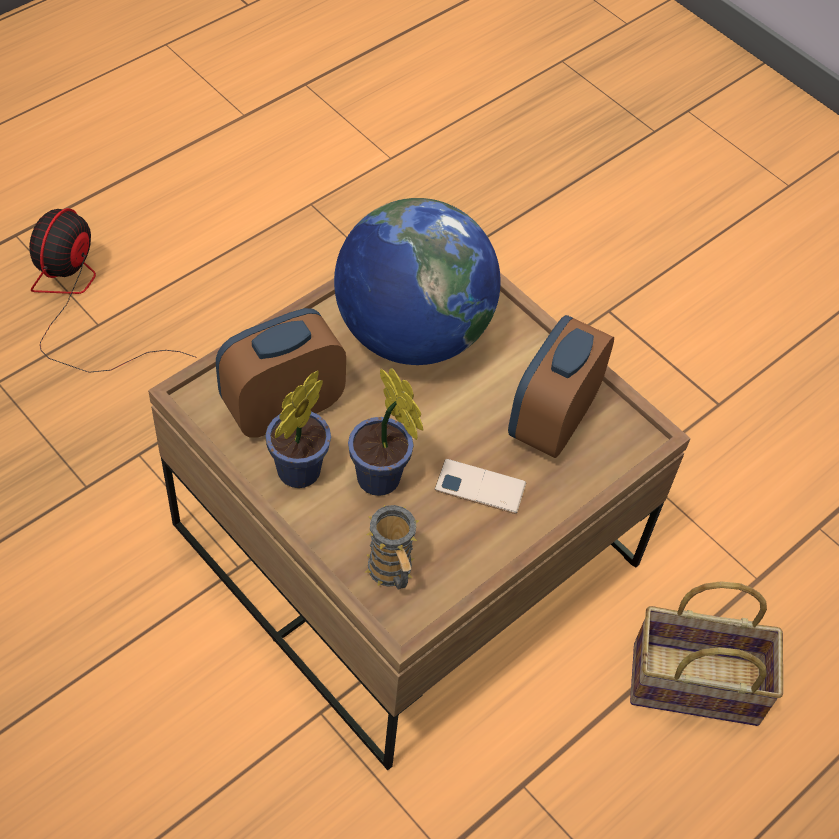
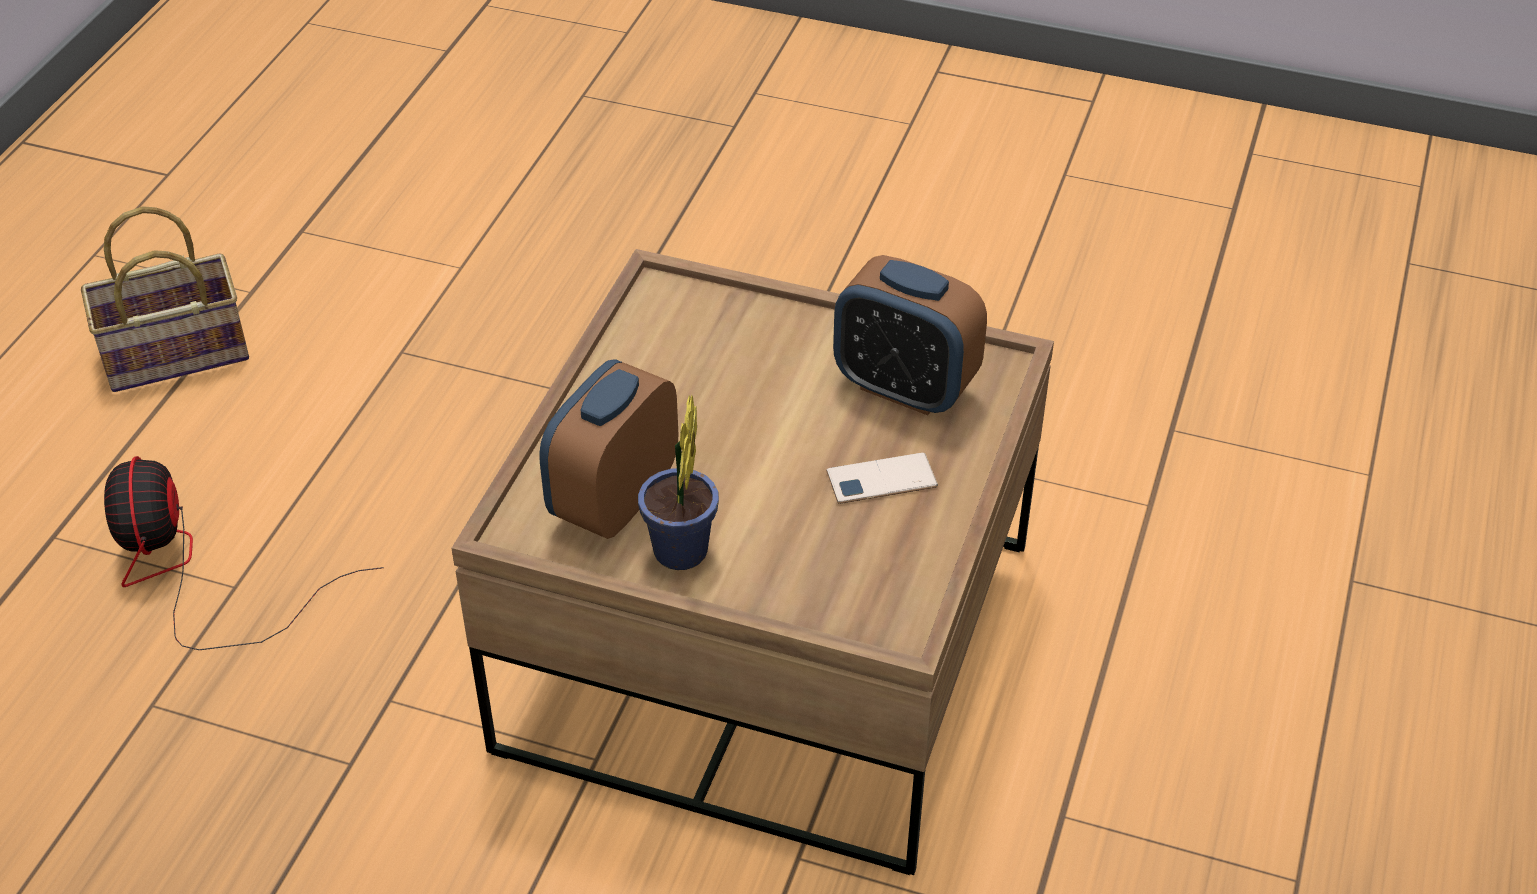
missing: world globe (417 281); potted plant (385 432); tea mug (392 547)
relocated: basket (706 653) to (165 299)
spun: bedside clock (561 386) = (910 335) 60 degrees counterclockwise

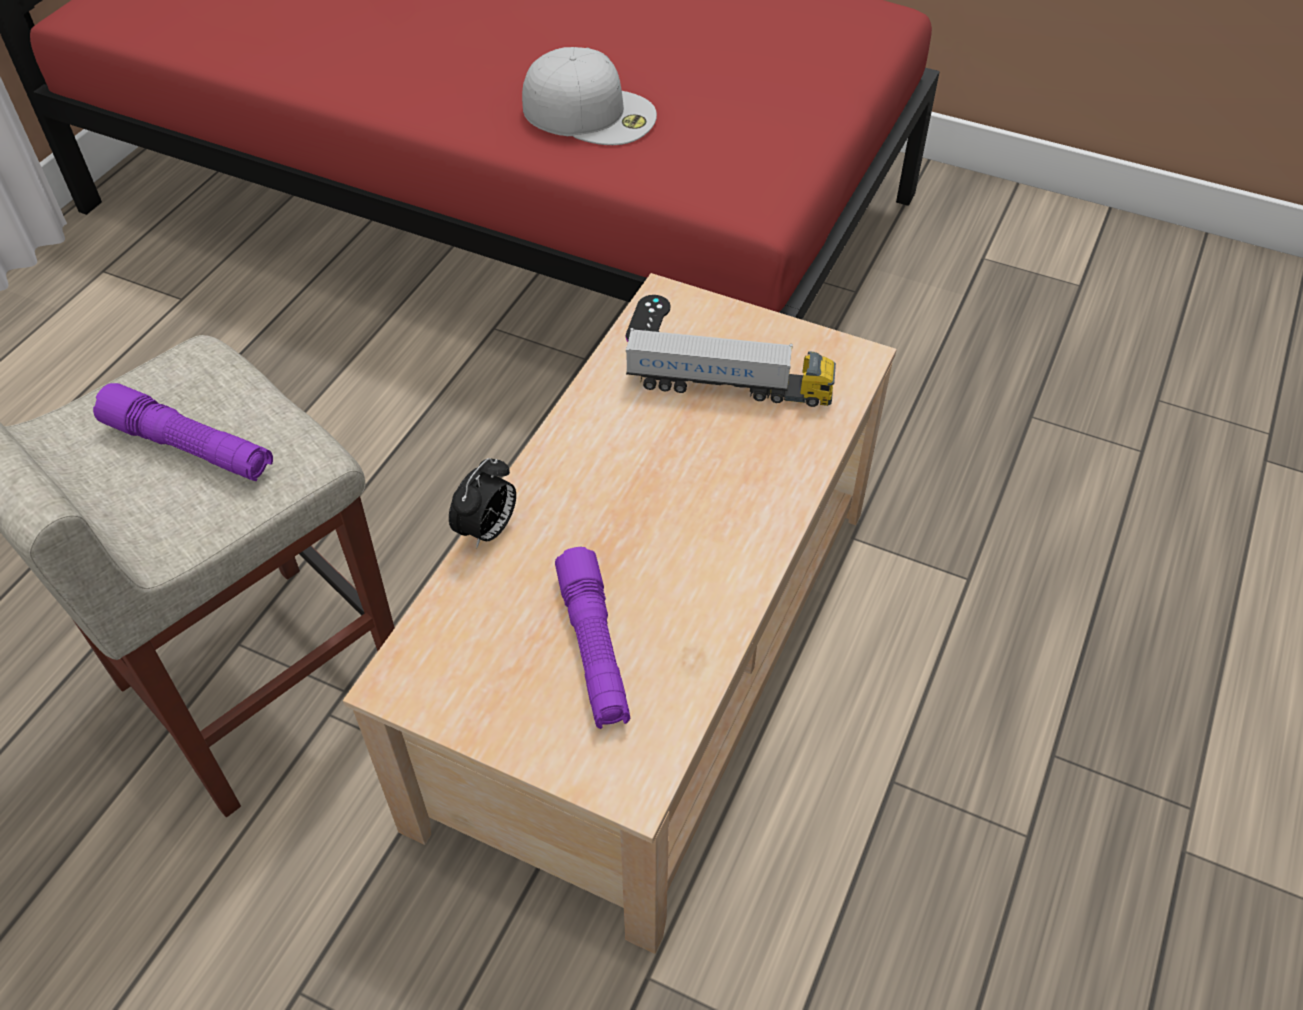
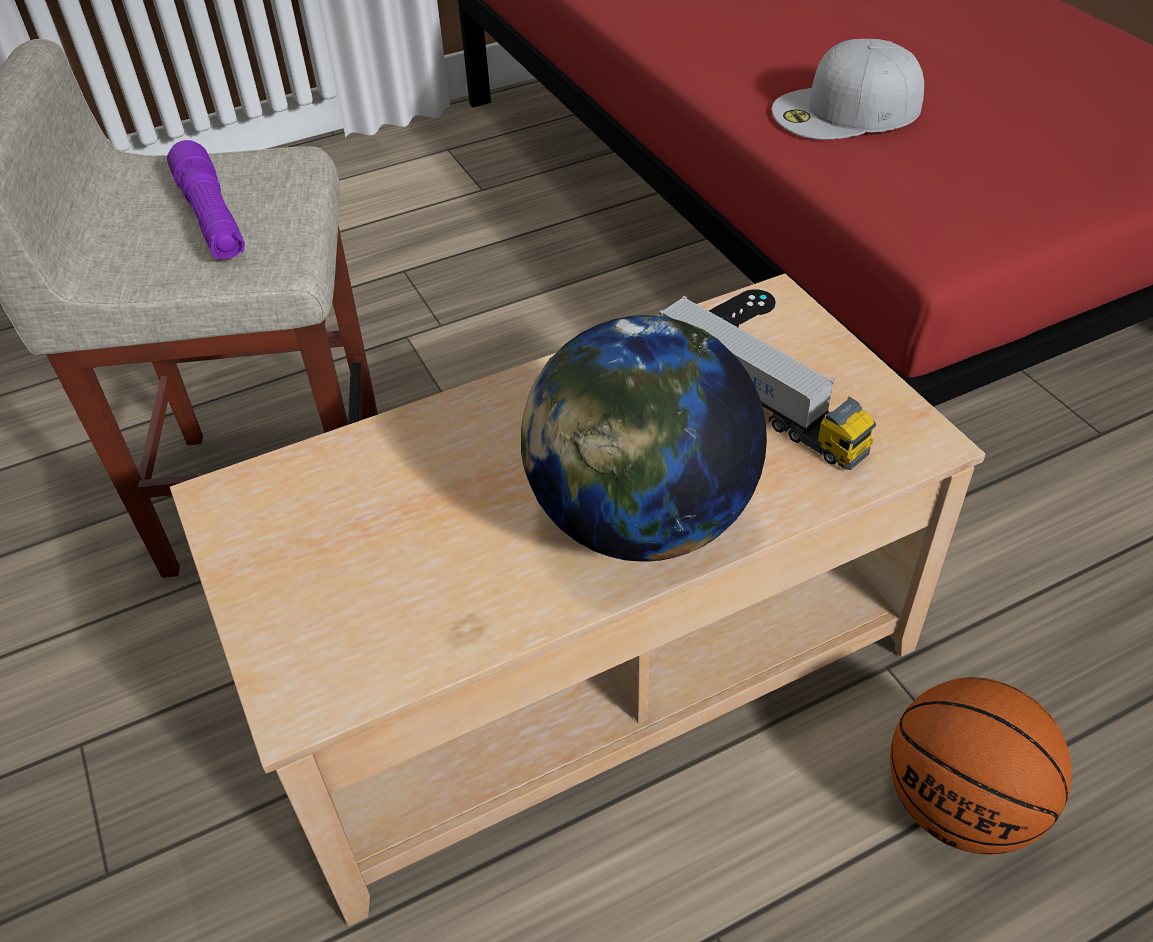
missing: bedside clock (482 503); flashlight in purplish (592 638)
appeared: world globe (644 438); ball for basketball (981 766)
spun: peaked cap in white-coloured (589 96) = (848 89) 105 degrees clockwise

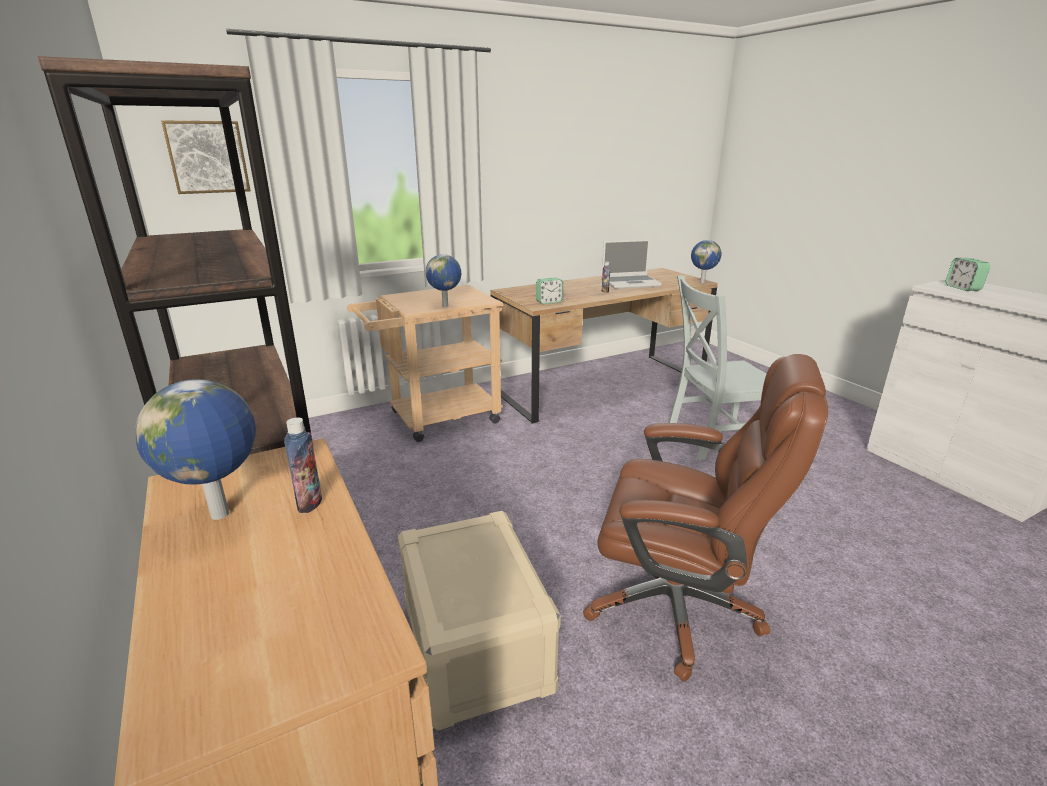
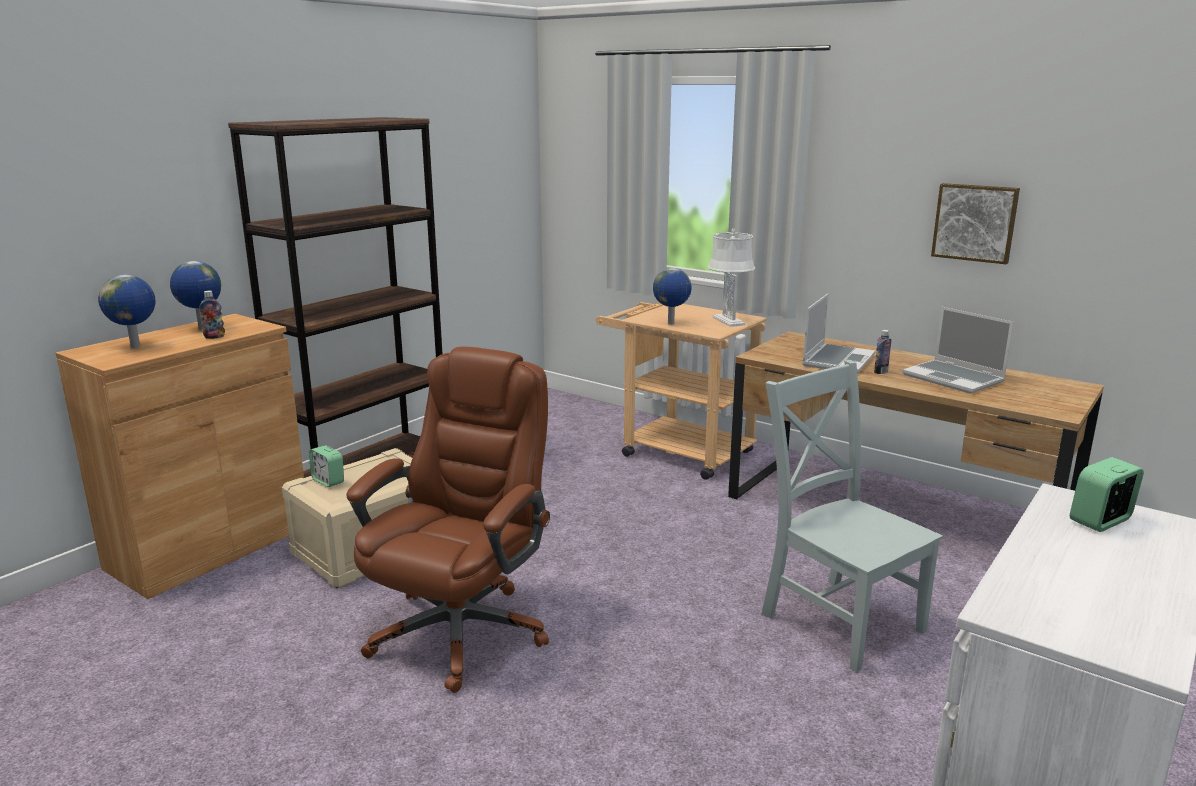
appeared: tabletop lamp in white-coloured (731 277); portable computer (839 333)
relocated: picture (206 157) to (975 223); bedside clock (549 291) to (326 466); world globe (706 261) to (127 311)
spun: office chair in brownish (705 518) = (448 520) 150 degrees counterclockwise

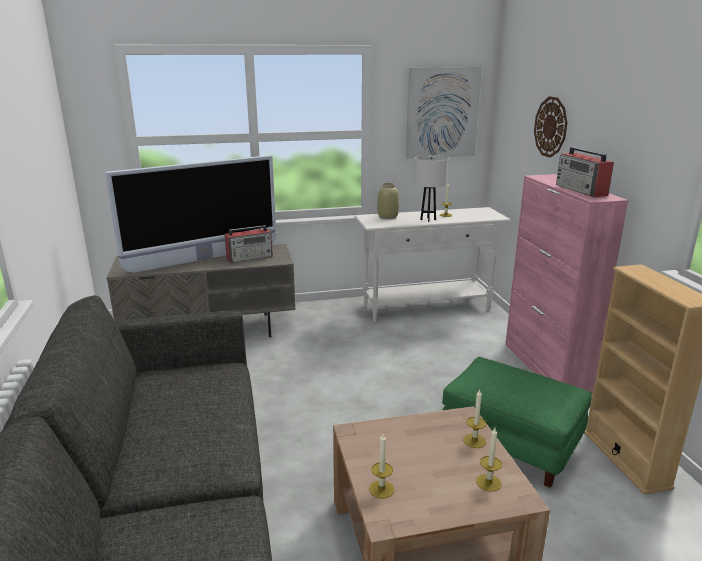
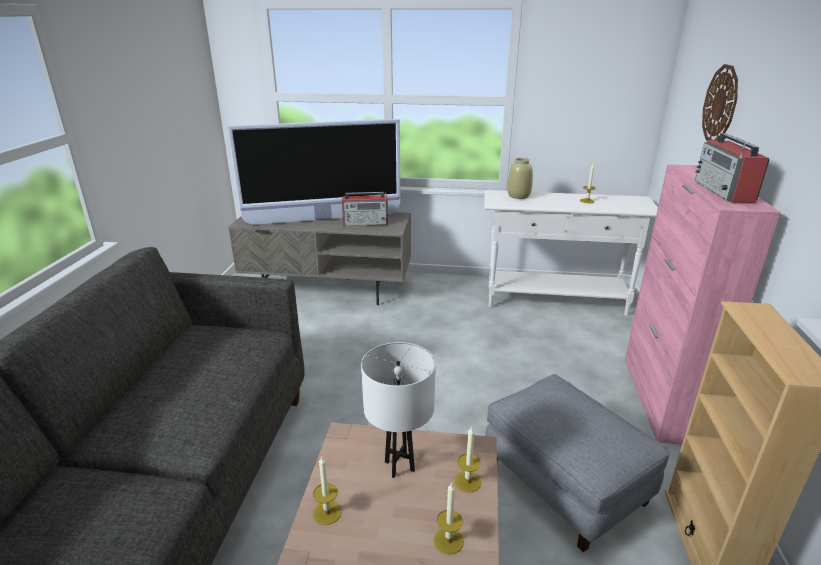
missing: picture (444 113)
relocated: tabletop lamp in white-coloured (431 188) to (398 410)
colour: footrest in greenish (517 422) to footrest in grey (577 463)

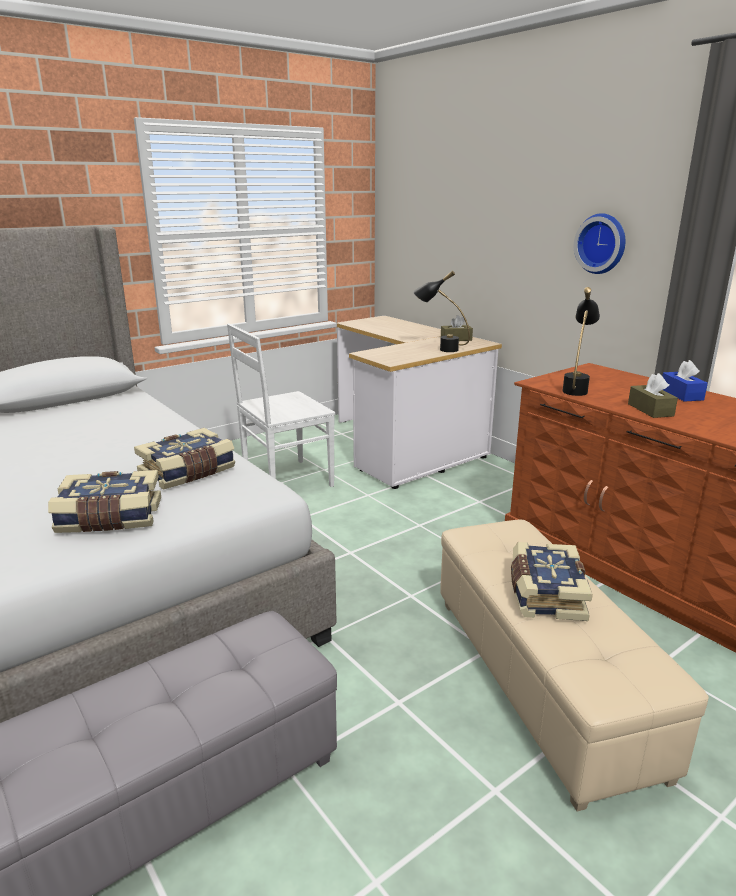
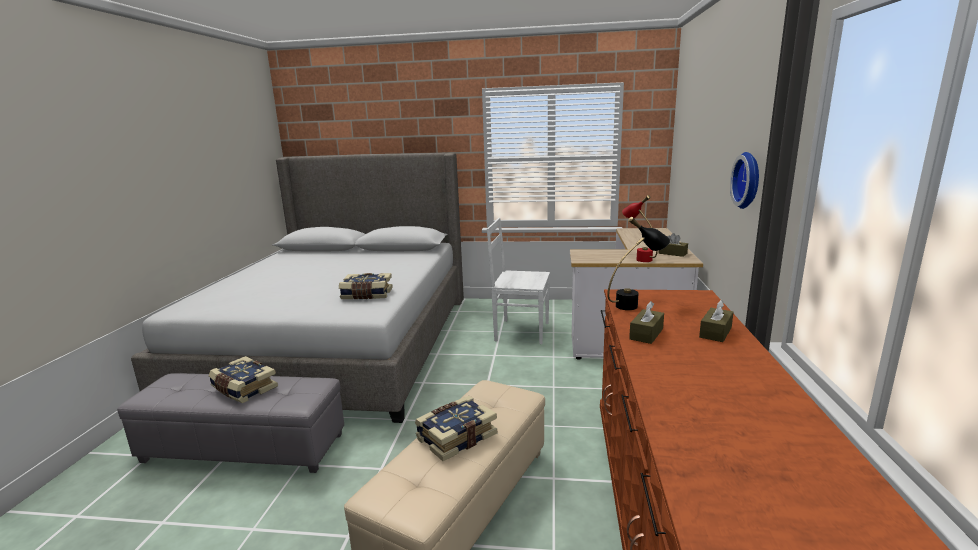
relocated: bound book (104 501) to (243 379)
colour: tabletop lamp in black-coloured (441 311) to tabletop lamp in reddish (640 228); tissue box in bluish (685 381) to tissue box in brownish (716 321)

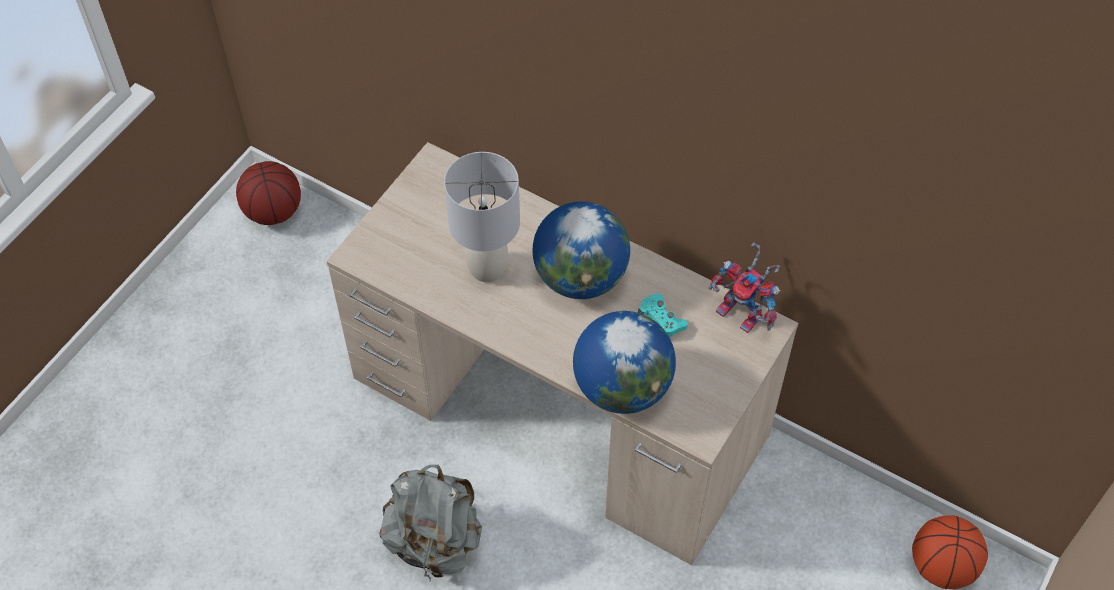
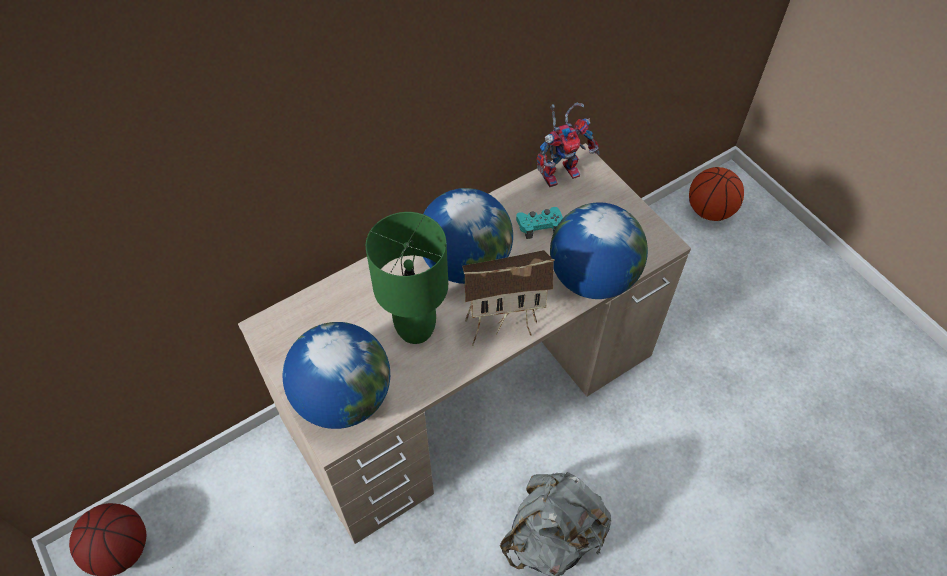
appeared: world globe (336 375); miniature house (508 298)
colour: tabletop lamp in grey (482 217) to tabletop lamp in greenish (407 278)

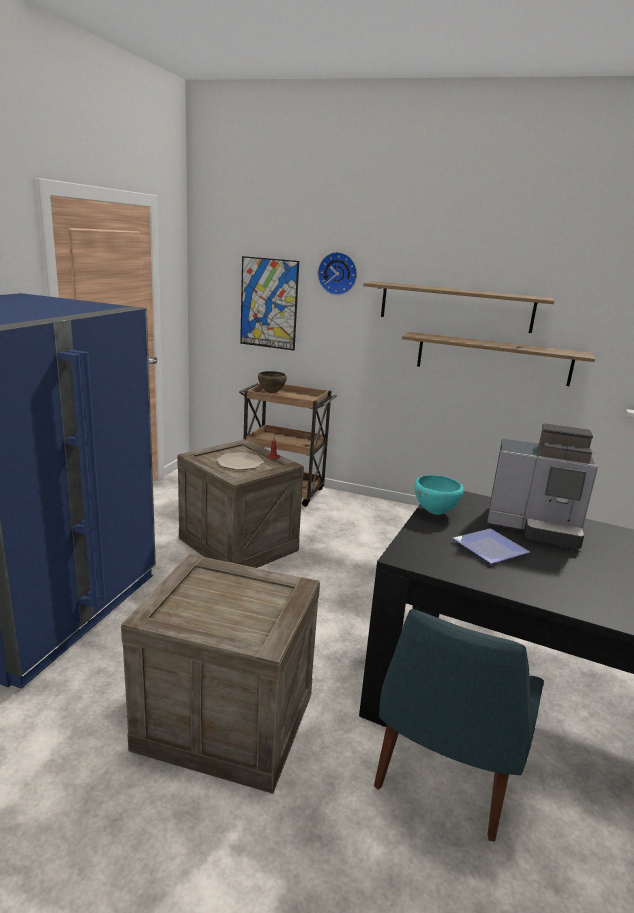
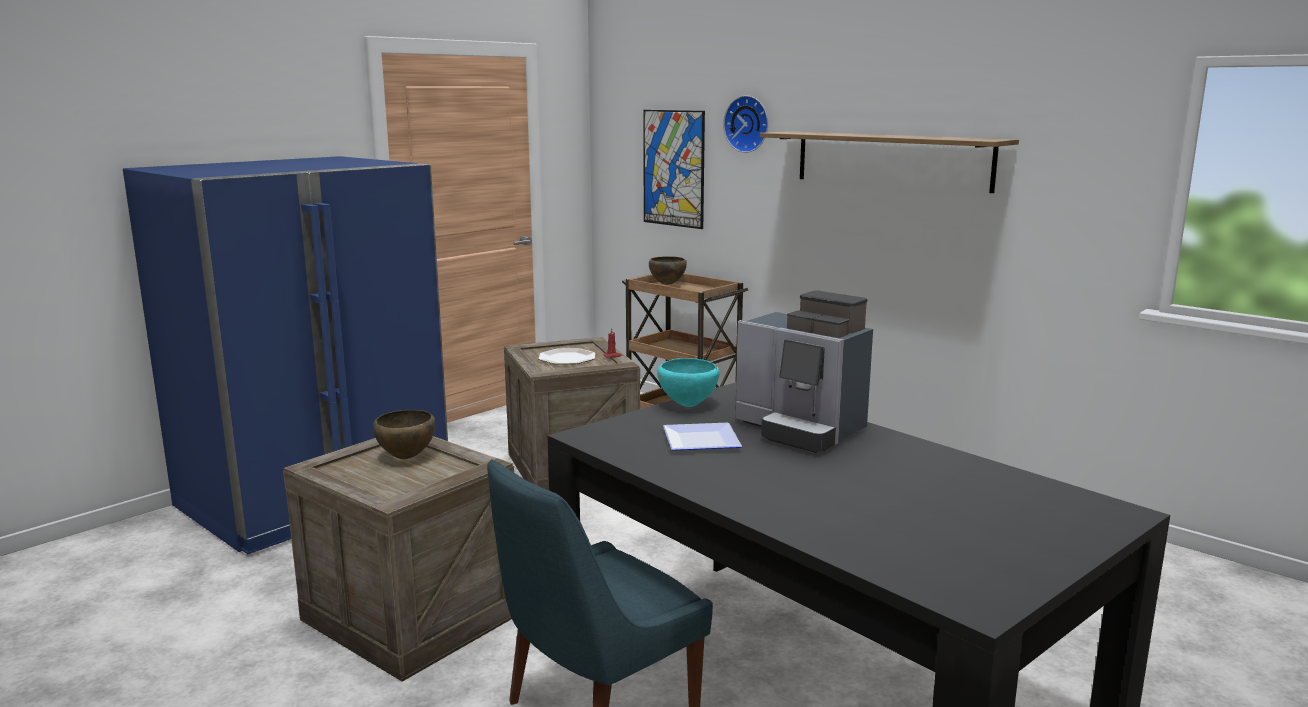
missing: shelf (498 359)
appeared: deep dish in brownish (404 434)

